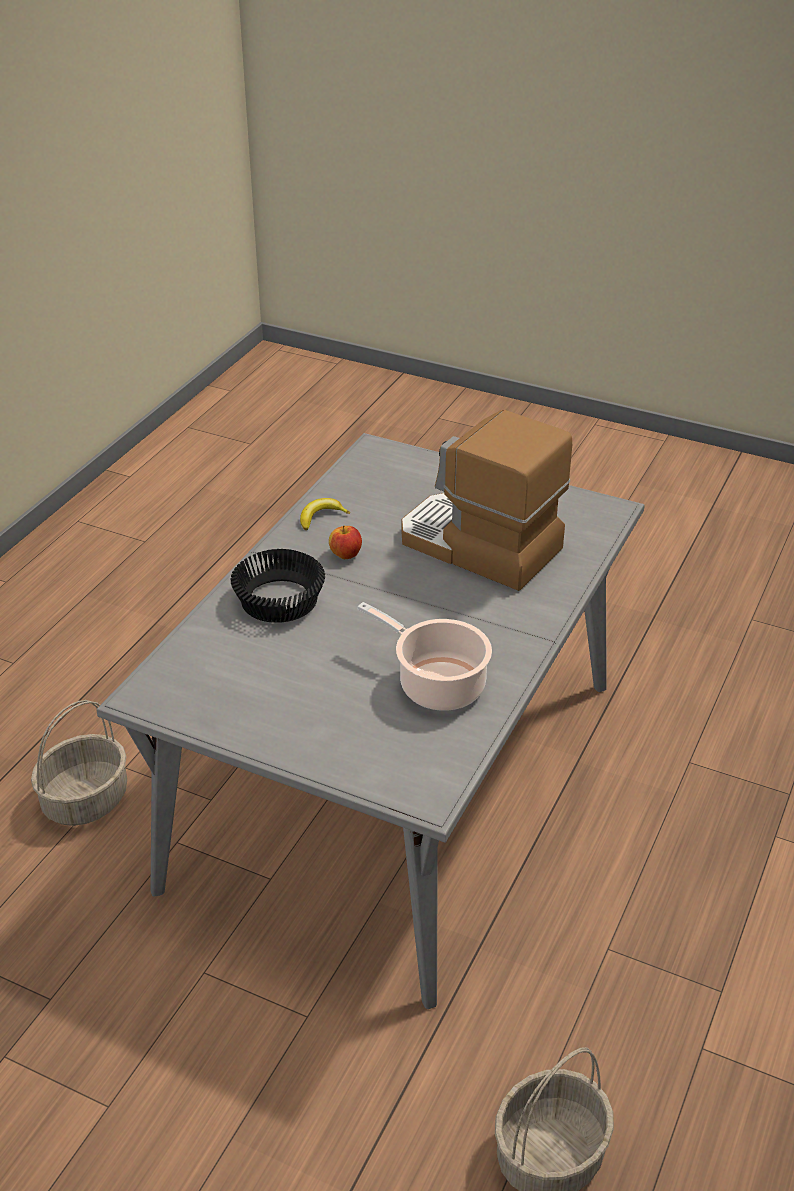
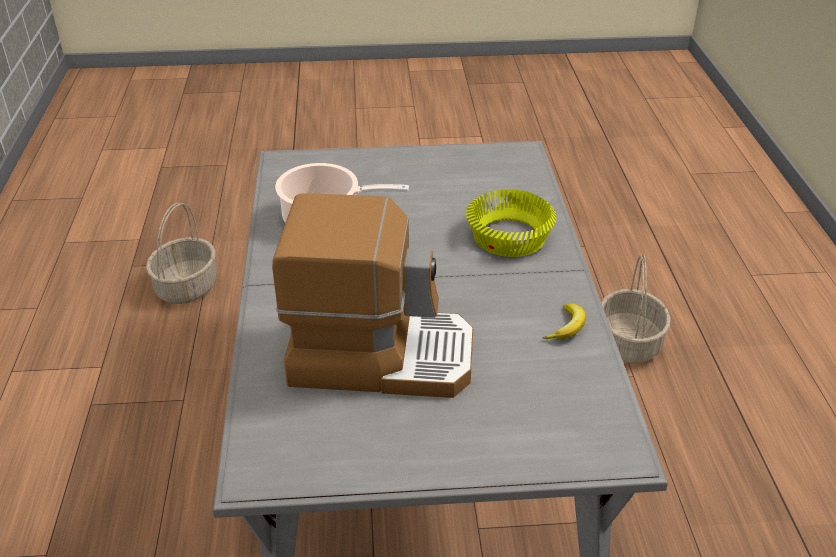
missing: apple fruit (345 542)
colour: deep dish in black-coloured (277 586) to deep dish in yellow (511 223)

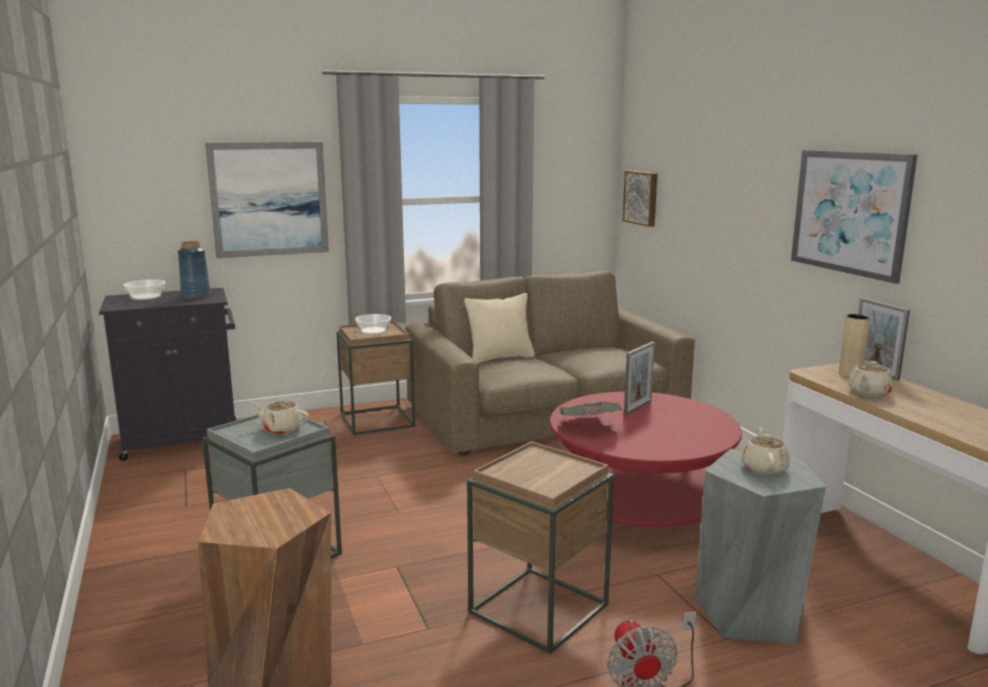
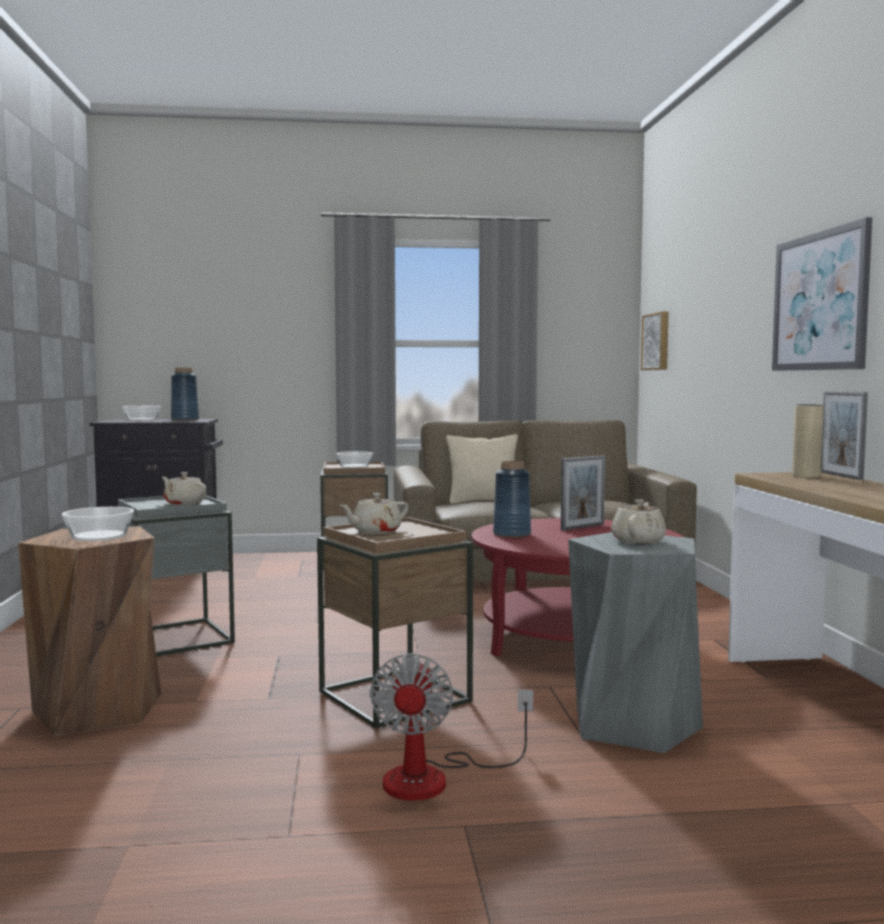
missing: picture (267 200)
appeared: deep dish (97 524)
relocated: pot for tea in beige (870 379) to (374 513)
exchanged: daily paper (590 409) to flower vase in bluish (512 499)

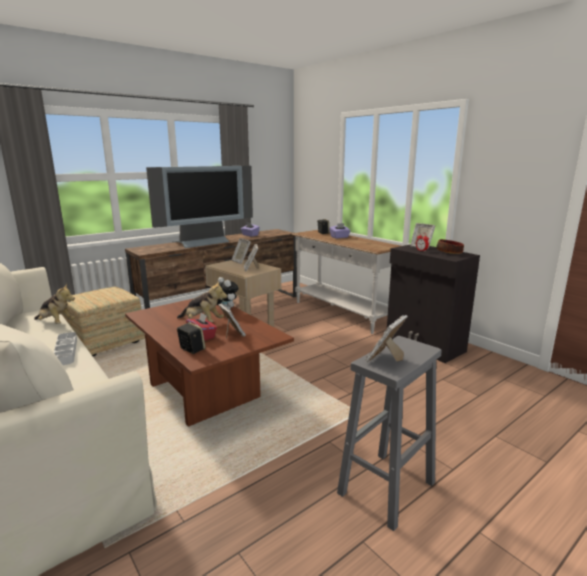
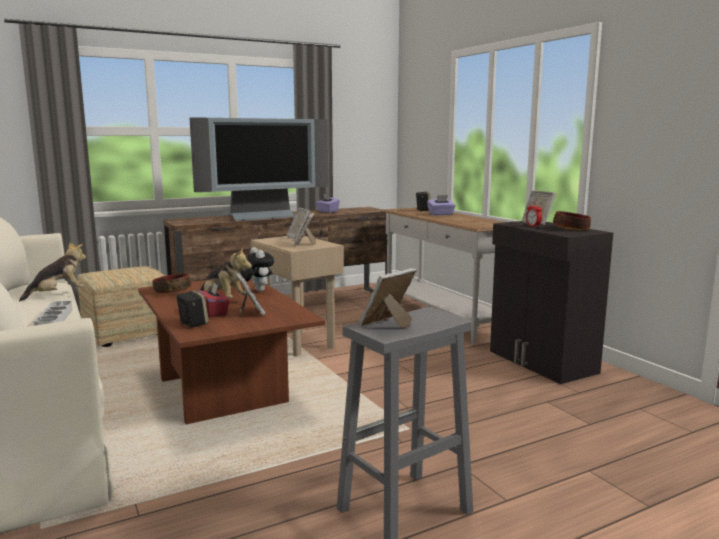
appeared: deep dish (171 283)
spun: plush toy (54 303) = (52 272) 75 degrees counterclockwise

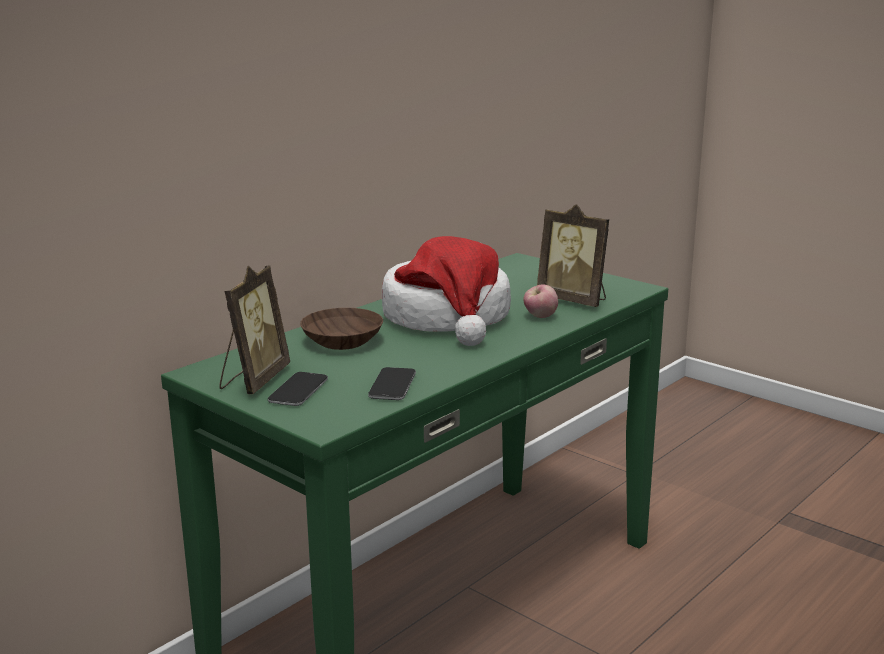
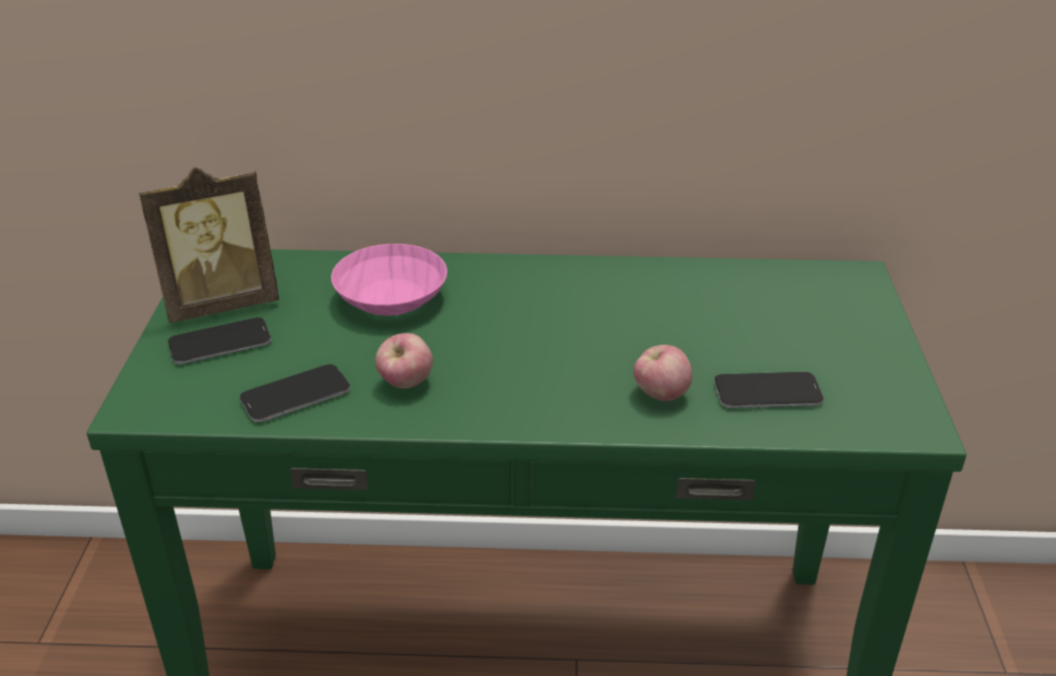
missing: hat (446 291)
appeared: apple fruit (404 360)
exchanged: picture frame (573 255) to handset (769 390)
colour: deep dish in brownish (341 329) to deep dish in pink-coloured (389 280)

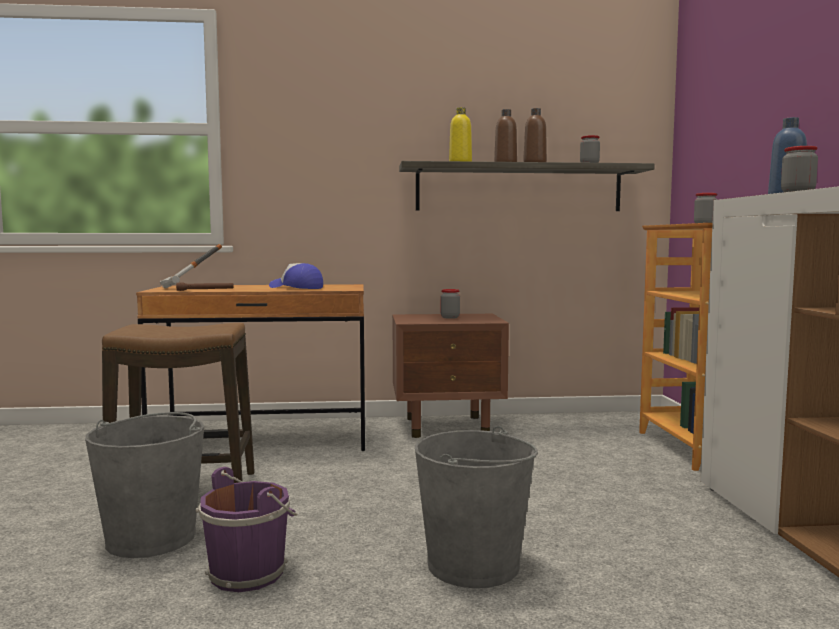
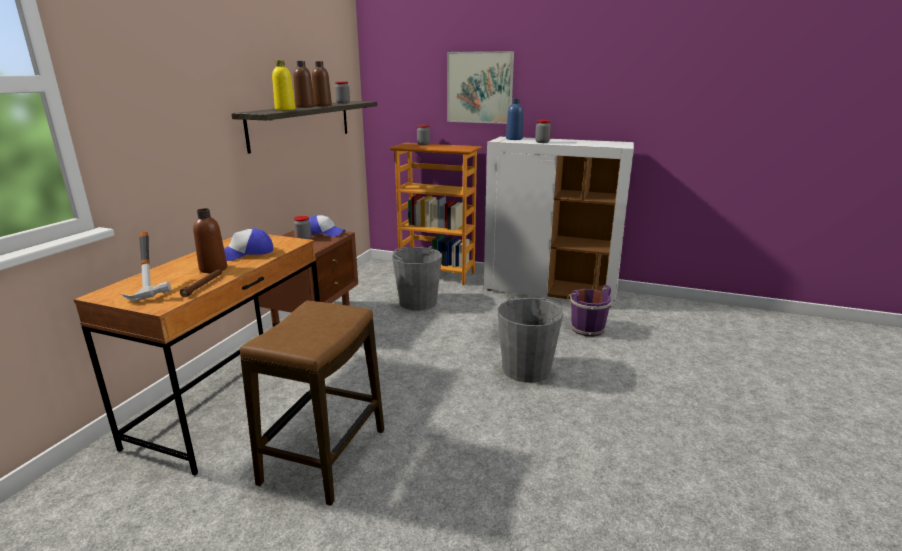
appeared: drink bottle in brownish (210 240); peaked cap (327 226); picture (480 87)
relocated: bucket in grey (144 485) to (417 278); bucket in purplish (246 529) to (589 311)

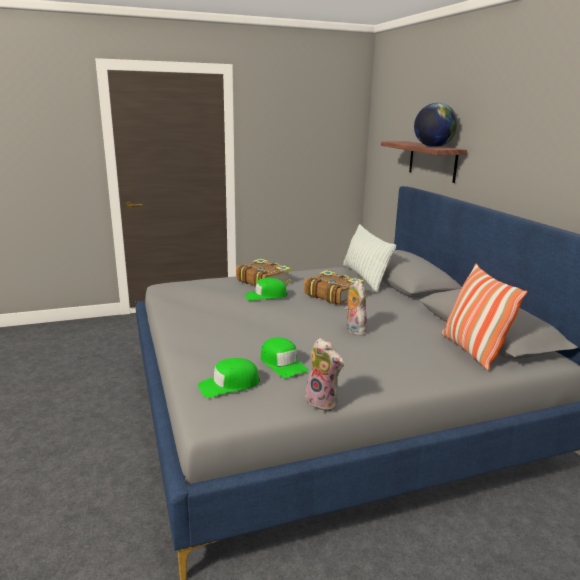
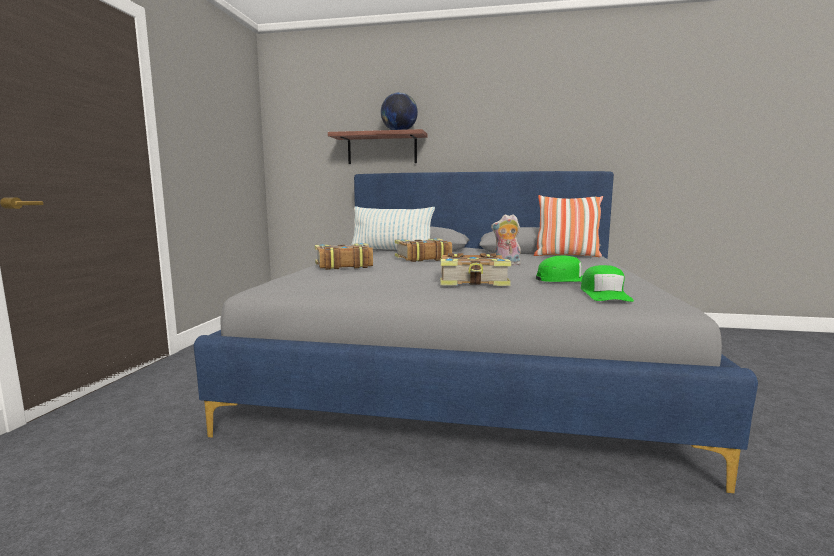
missing: peaked cap in greenish (265 289); plush toy (325 374)
appeared: bound book (475 269)

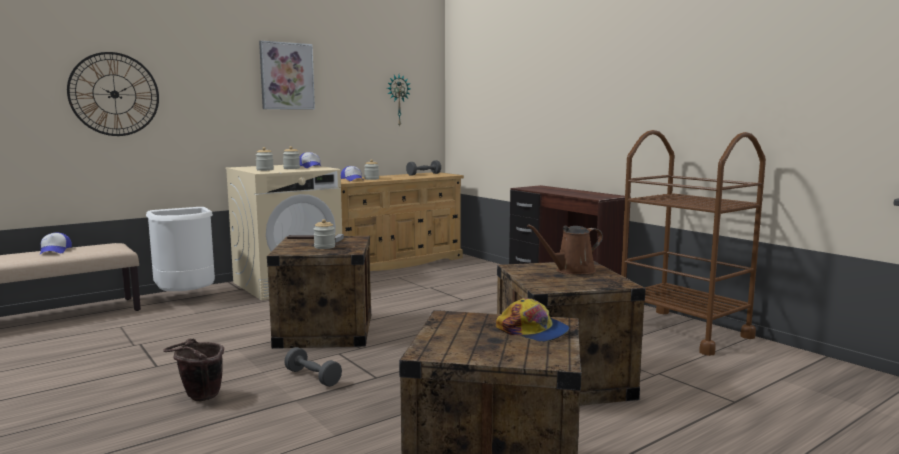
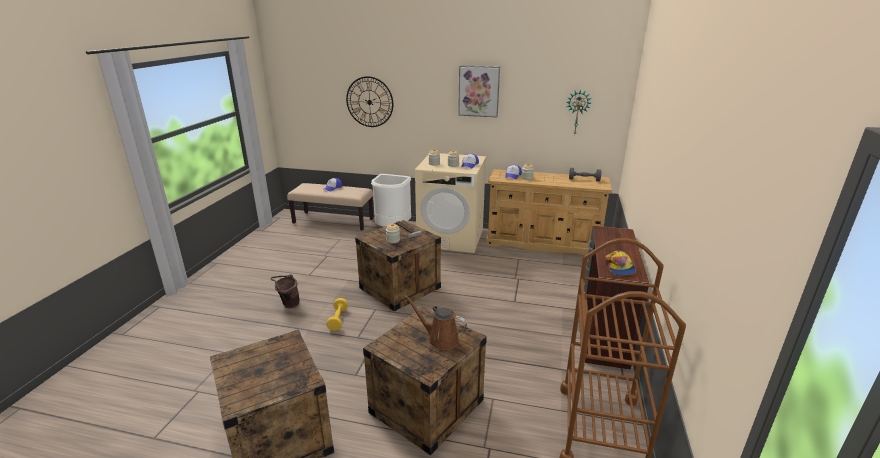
relocated: peaked cap (532 320) to (620 263)
colour: hand weight in grey (313 367) to hand weight in yellow (337 314)

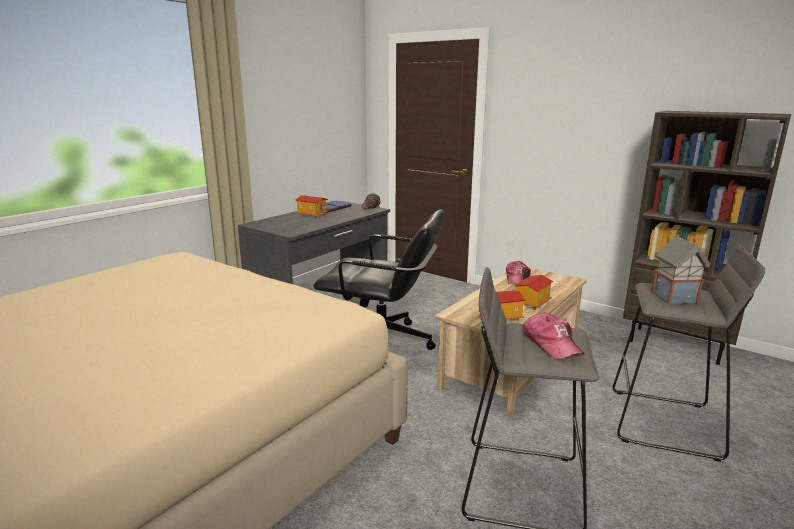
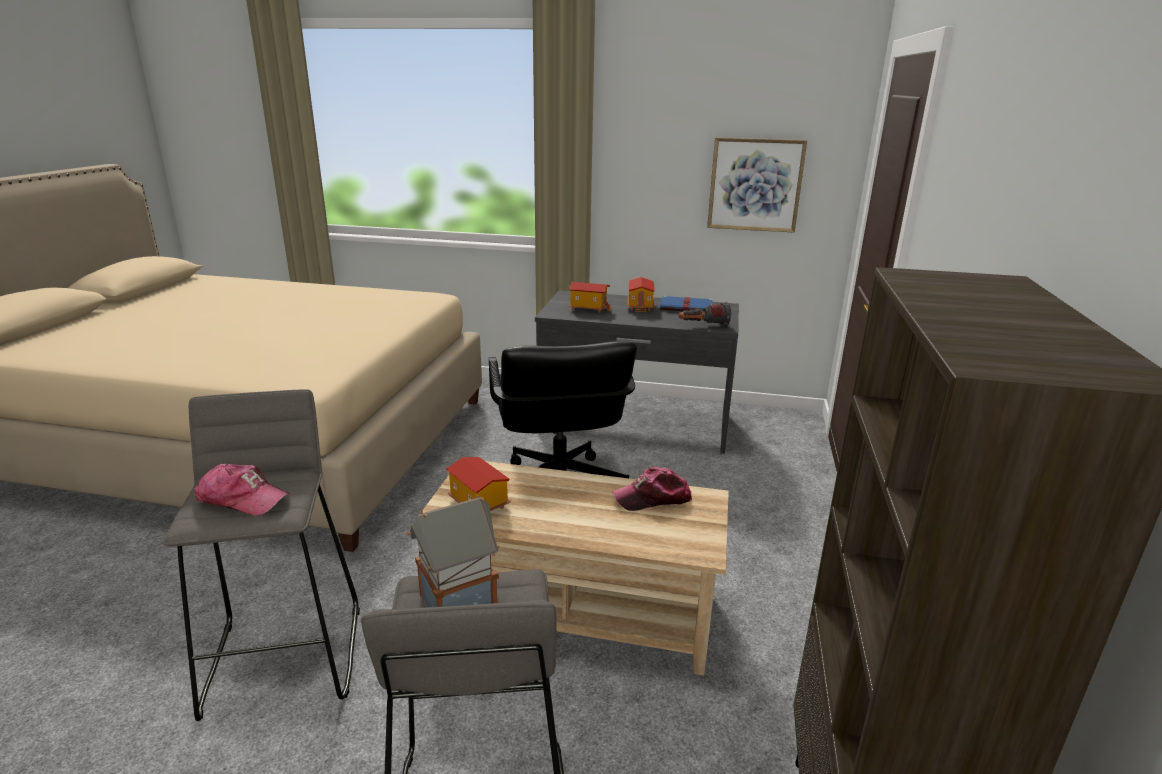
appeared: picture (757 184)
relocated: miniature house (534 292) to (590 297)
spun: peaked cap (553 335) = (242 489) 120 degrees counterclockwise

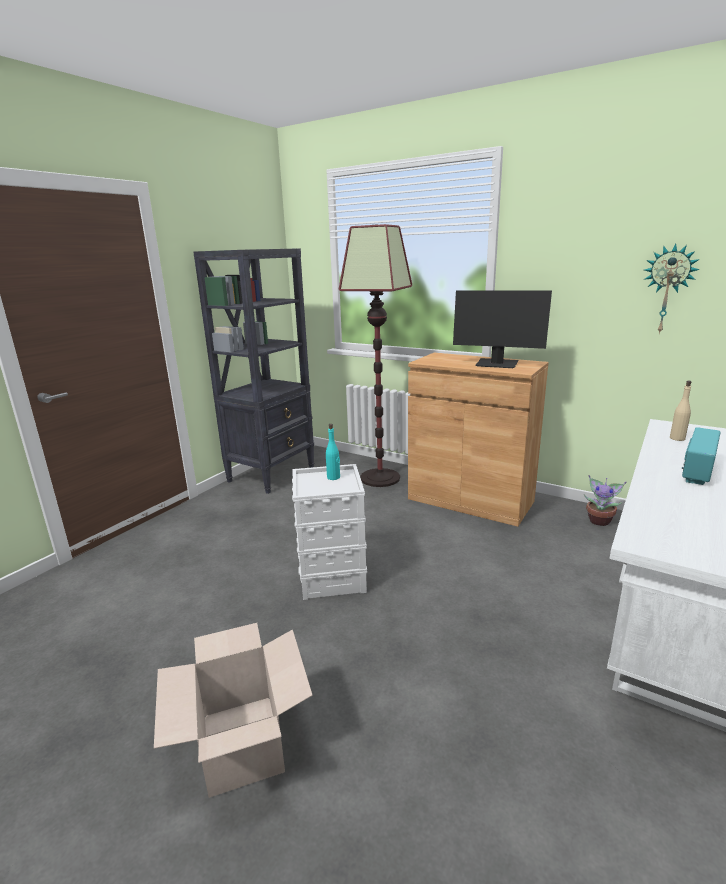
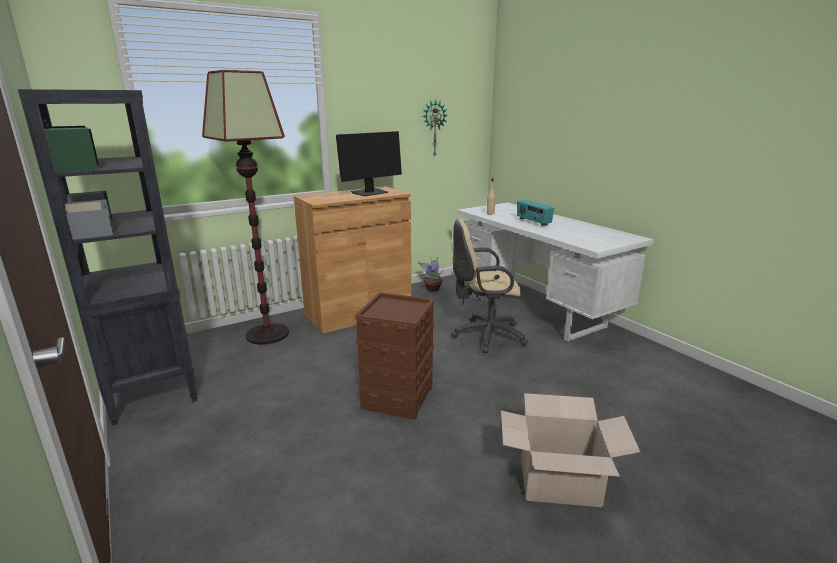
missing: drink bottle in turquoise (333 452)
appeared: office chair in beige (489 286)
colour: storage bin in white-coloured (329 532) to storage bin in brownish (395 356)

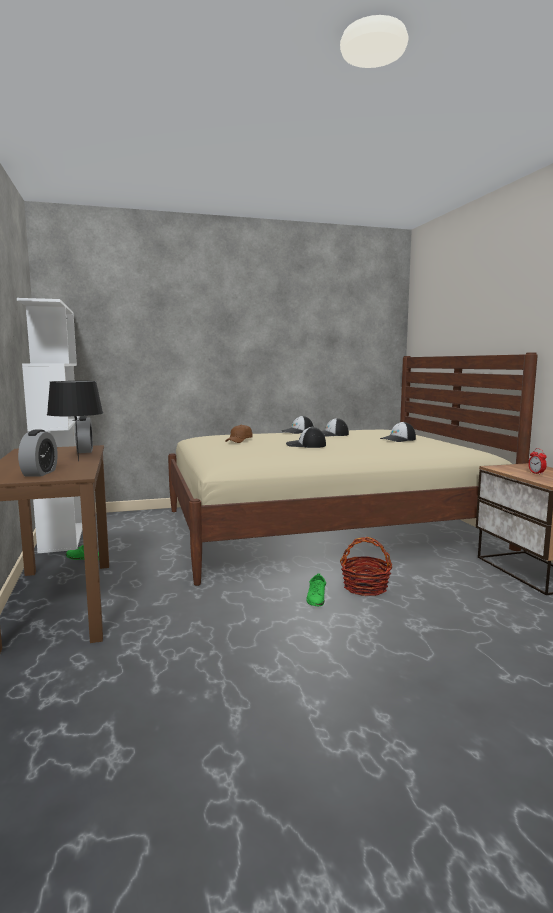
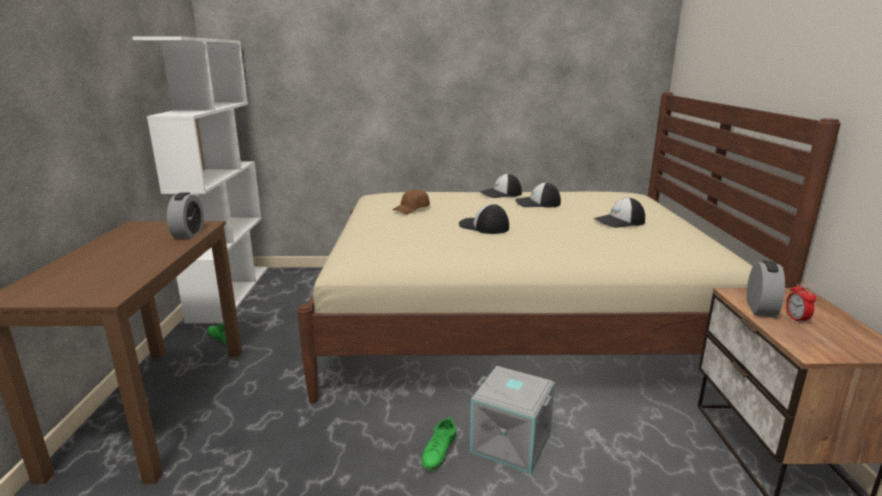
missing: tabletop lamp in black-coloured (75 421)
relocated: bedside clock (38 453) to (766 288)
exchanged: basket (366 566) to storage bin in grey (512 420)

